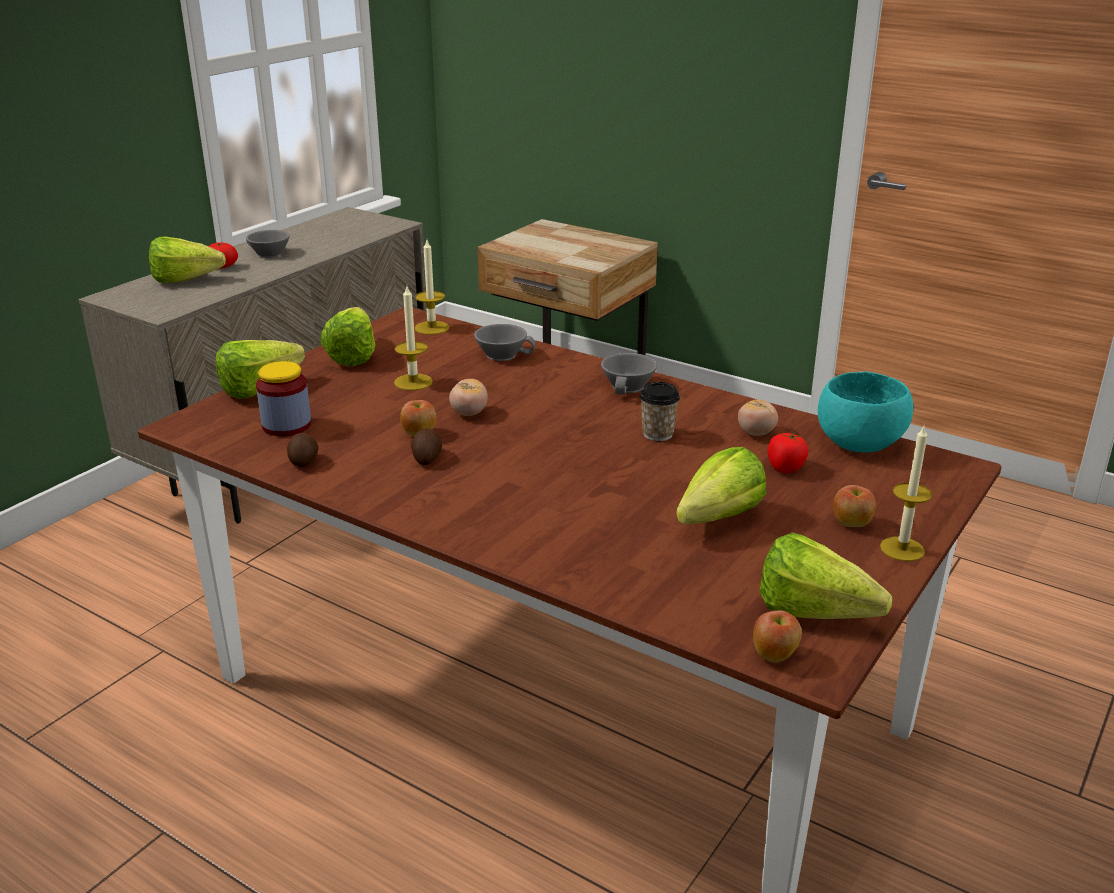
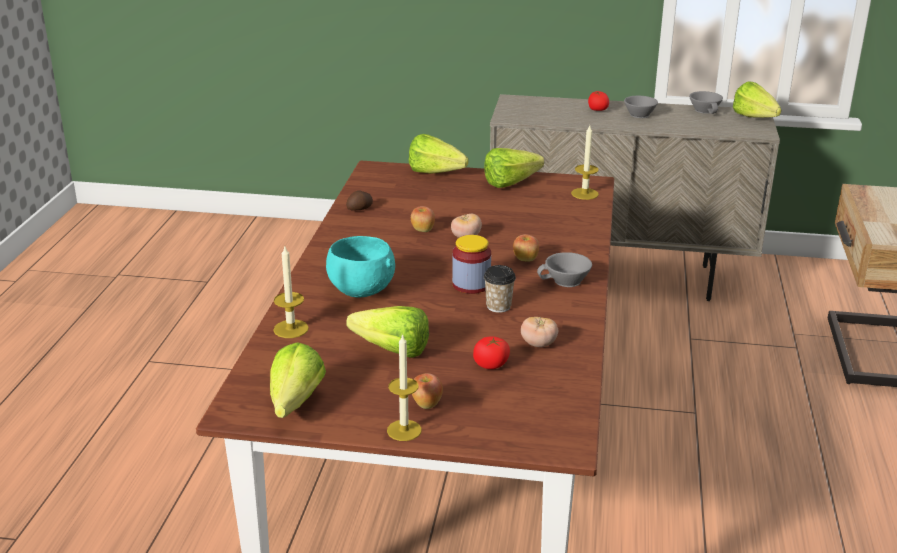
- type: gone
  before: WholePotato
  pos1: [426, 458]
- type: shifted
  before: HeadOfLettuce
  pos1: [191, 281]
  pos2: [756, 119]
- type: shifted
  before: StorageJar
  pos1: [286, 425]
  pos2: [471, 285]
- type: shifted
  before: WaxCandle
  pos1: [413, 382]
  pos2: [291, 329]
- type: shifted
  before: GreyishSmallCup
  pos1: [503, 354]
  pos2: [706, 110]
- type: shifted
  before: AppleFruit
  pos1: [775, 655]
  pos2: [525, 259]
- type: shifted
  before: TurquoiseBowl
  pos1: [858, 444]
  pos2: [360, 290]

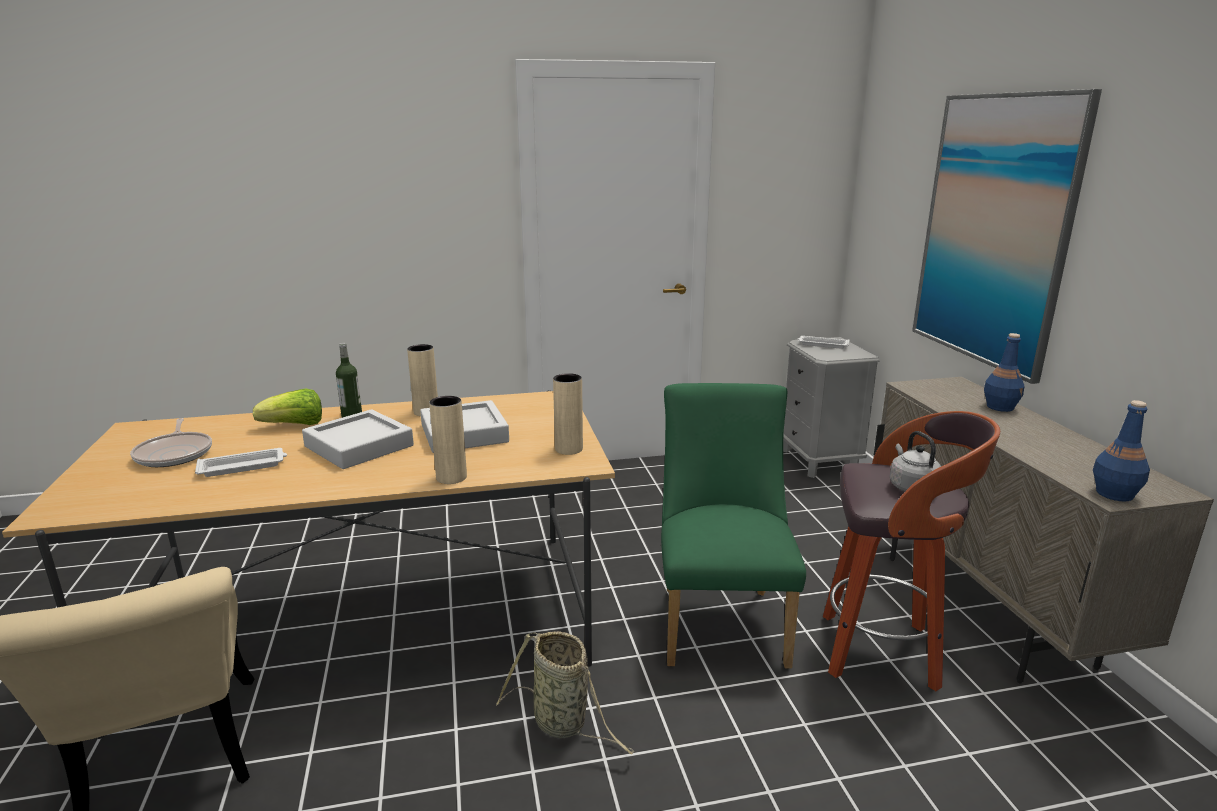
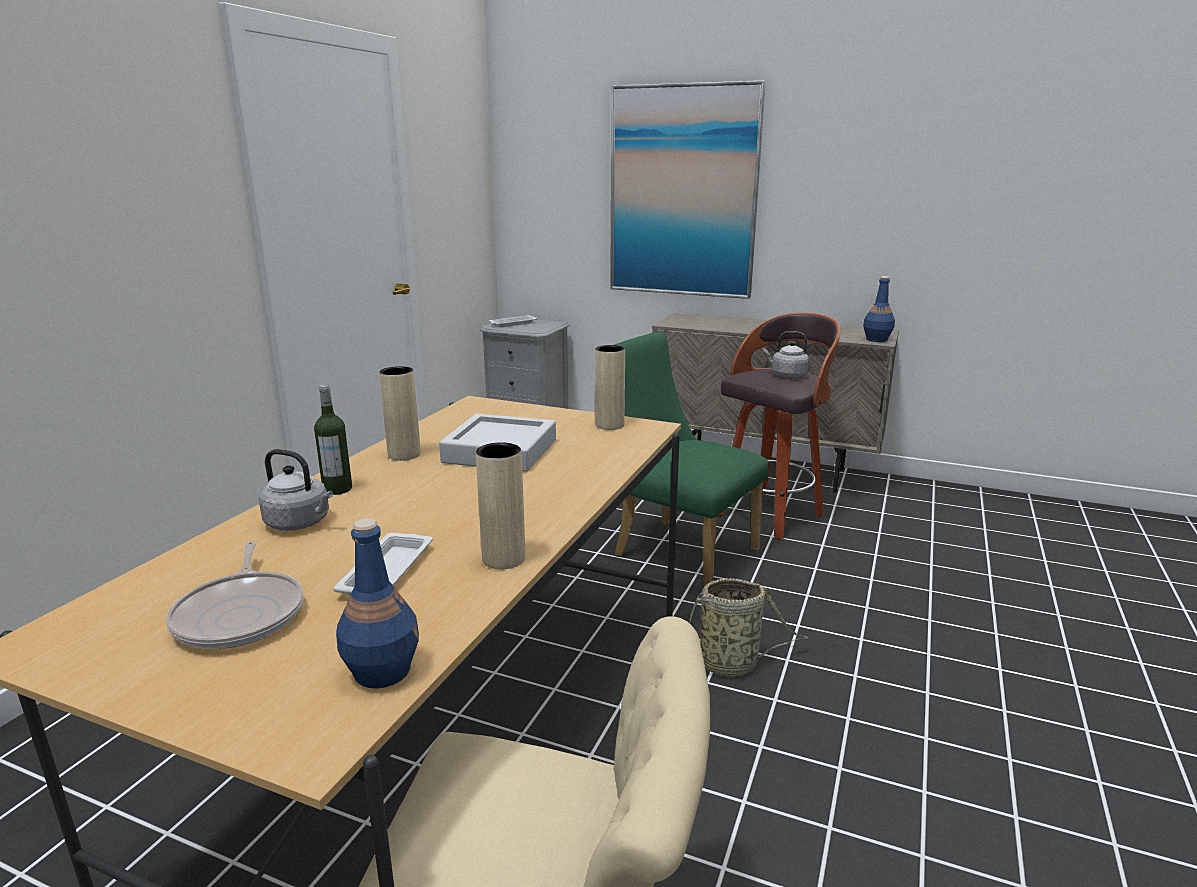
- type: gone
  before: GreyishCarryingTray
  pos1: [359, 446]
- type: shifted
  before: BeigeFlowerVase
  pos1: [451, 477]
  pos2: [503, 559]
- type: shifted
  before: BlueColouredBottle
  pos1: [1000, 407]
  pos2: [382, 671]
- type: swapped
  before: HeadOfLettuce
  after: GreyishWaterKettle
  pos1: [295, 425]
  pos2: [300, 523]
- type: rotated
  before: Skillet
  pos1: [175, 453]
  pos2: [241, 614]
  turn: 60

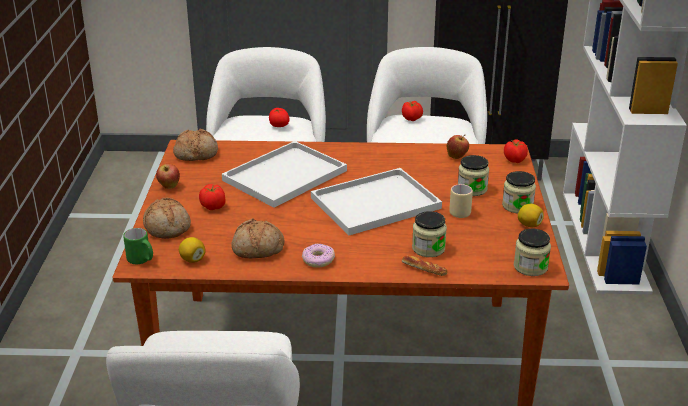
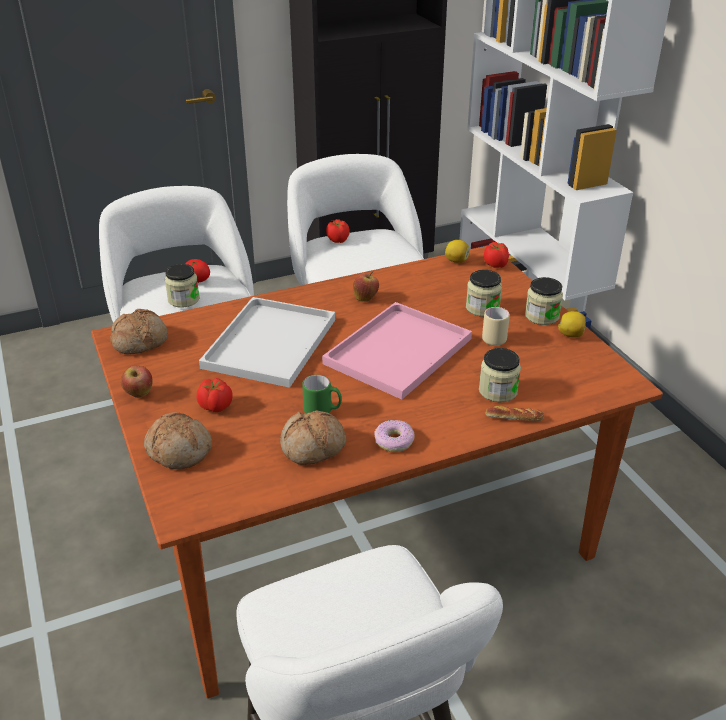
- type: shifted
  before: GreenishMug
  pos1: [141, 260]
  pos2: [322, 411]
- type: shifted
  before: WholeLemon
  pos1: [192, 259]
  pos2: [456, 261]
- type: shifted
  before: AppleFruit
  pos1: [457, 156]
  pos2: [366, 298]
- type: shifted
  before: StorageJar
  pos1: [530, 267]
  pos2: [183, 299]
- type: repainted
  before: WhitishCarryingTray
  after: PinkColouredCarryingTray
  pos1: [377, 202]
  pos2: [398, 349]

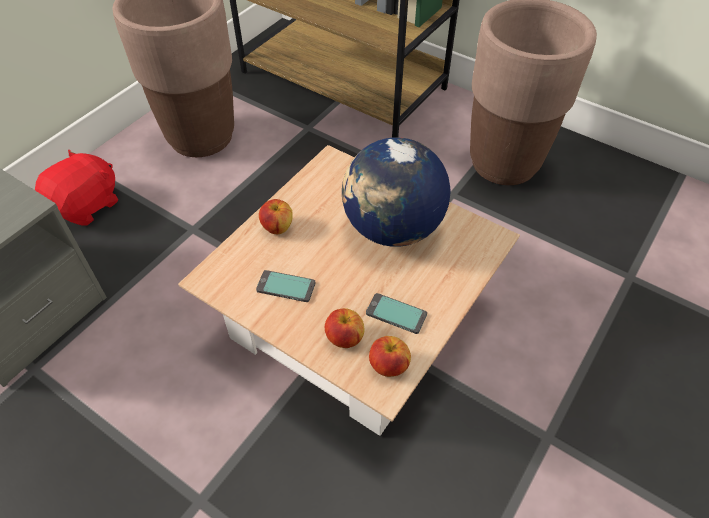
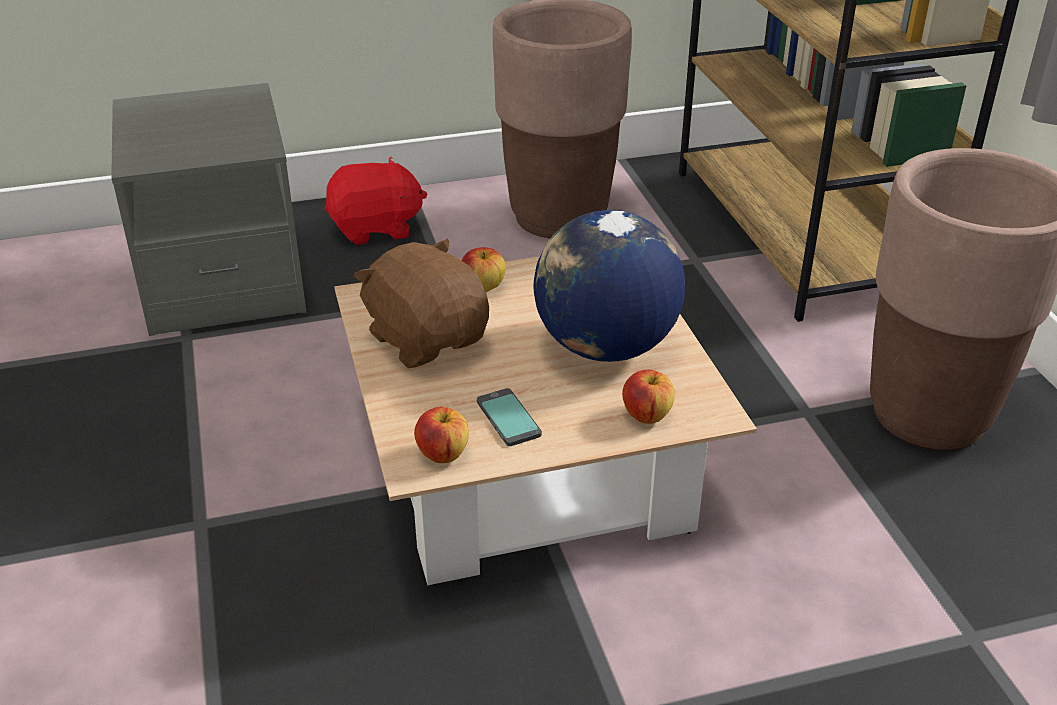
- type: shifted
  before: AppleFruit
  pos1: [344, 338]
  pos2: [646, 415]
- type: swapped
  before: Phone
  after: BrownSoftToy
  pos1: [286, 287]
  pos2: [427, 339]

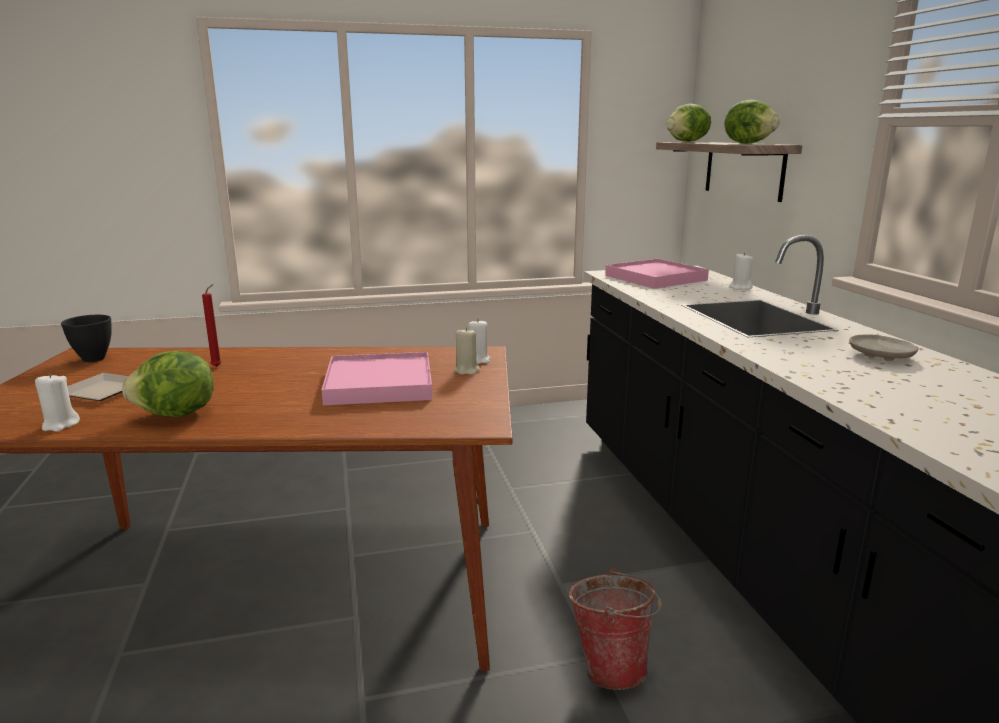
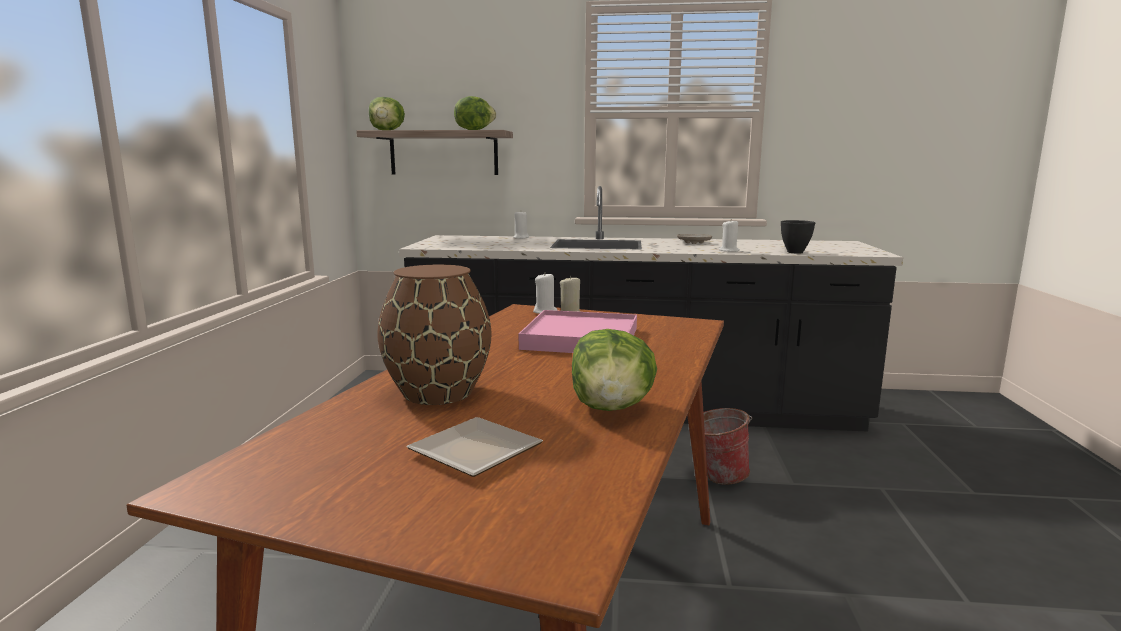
- type: gone
  before: PinkColouredCarryingTray
  pos1: [655, 278]
- type: shifted
  before: WhitishWaxCandle
  pos1: [60, 425]
  pos2: [729, 251]
- type: shifted
  before: BlackBowl
  pos1: [94, 359]
  pos2: [795, 252]
- type: swapped
  before: ReddishWaxCandle
  after: BrownFlowerVase
  pos1: [218, 366]
  pos2: [438, 392]

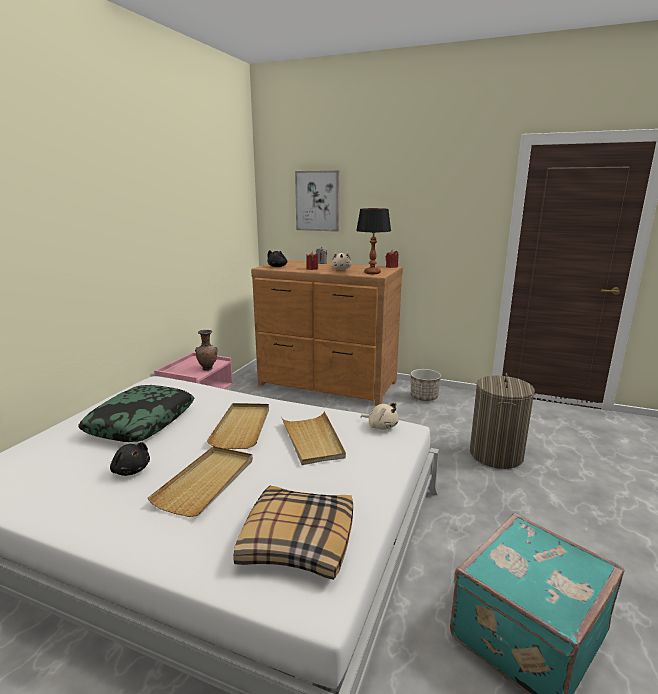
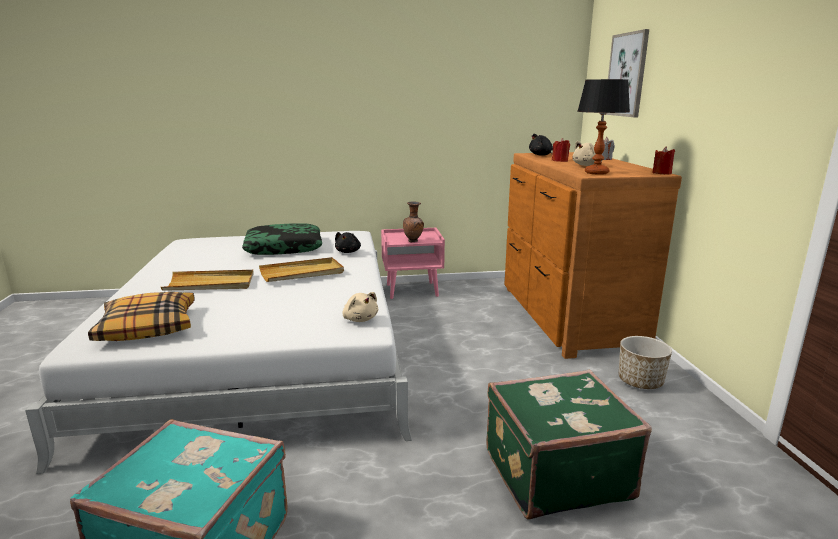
- type: gone
  before: BeigeCarryingTray
  pos1: [312, 440]
- type: shifted
  before: BlackSoftToy
  pos1: [131, 470]
  pos2: [348, 252]
- type: swapped
  before: WashingBasket
  after: GreenishTravelCase
  pos1: [496, 455]
  pos2: [554, 472]
- type: rotated
  before: BeigeSoftToy
  pos1: [381, 426]
  pos2: [360, 319]
  turn: -45

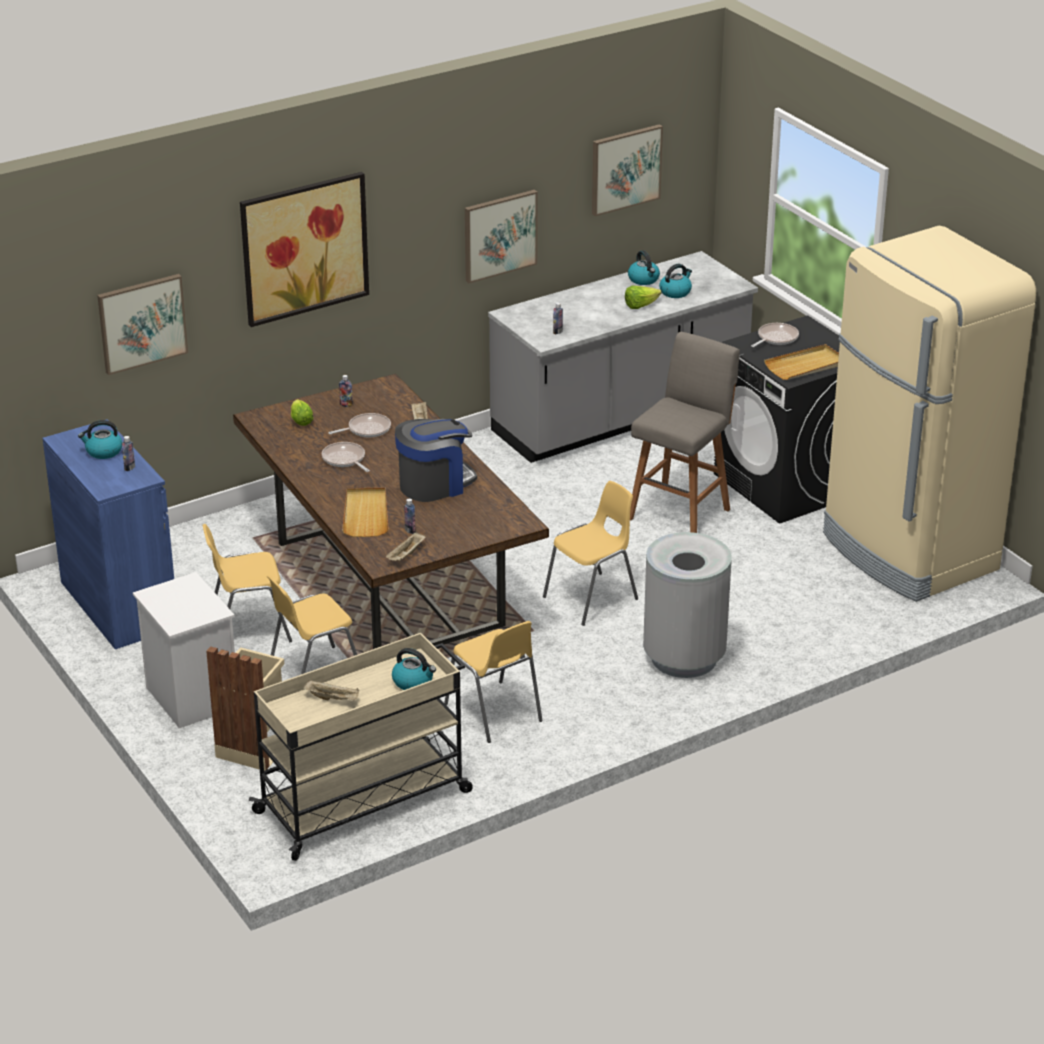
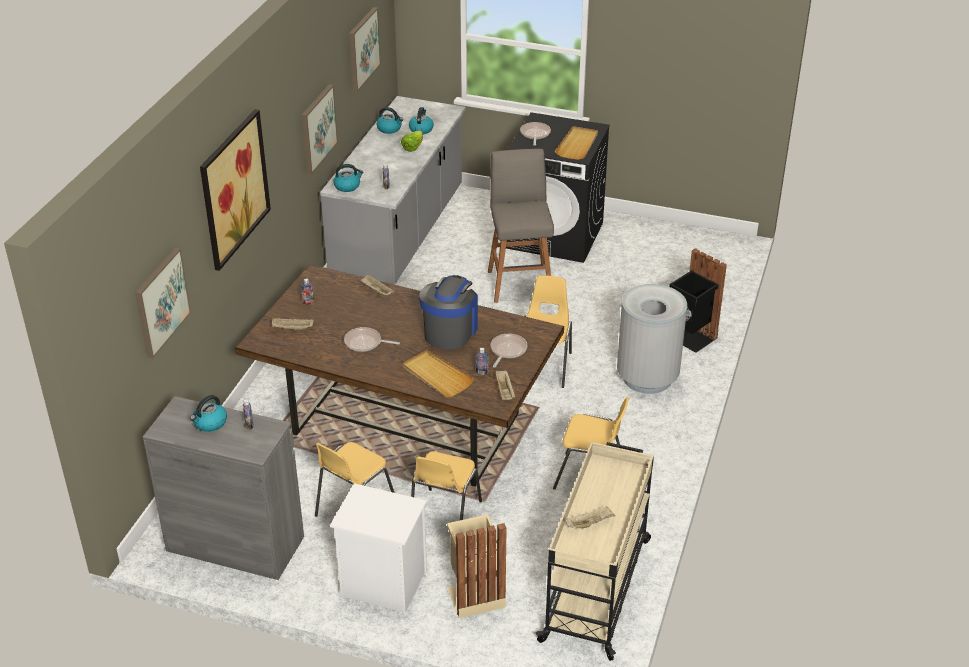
- type: gone
  before: BeigeKitchenFridge
  pos1: [908, 553]
- type: new
  after: BlackRubbishBin
  pos2: [690, 338]
- type: shifted
  before: Skillet
  pos1: [366, 429]
  pos2: [507, 350]
- type: shifted
  before: WaterKettle
  pos1: [413, 682]
  pos2: [347, 186]
- type: swapped
  before: HeadOfLettuce
  after: BeigeCarryingTray
  pos1: [300, 420]
  pos2: [292, 329]
- type: repainted
  before: BlueColouredCupboard
  after: GreyishCupboard
  pos1: [119, 605]
  pos2: [235, 543]

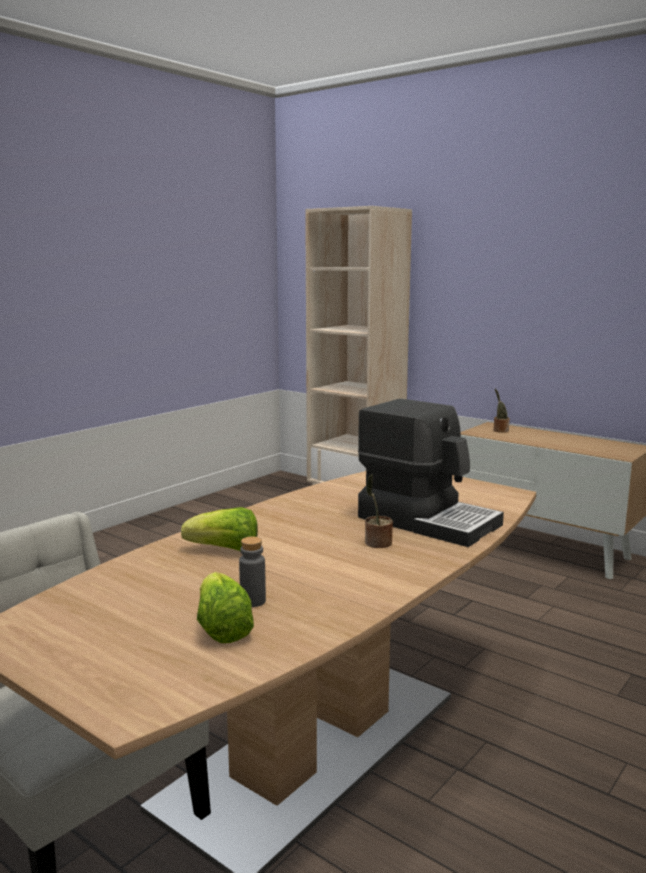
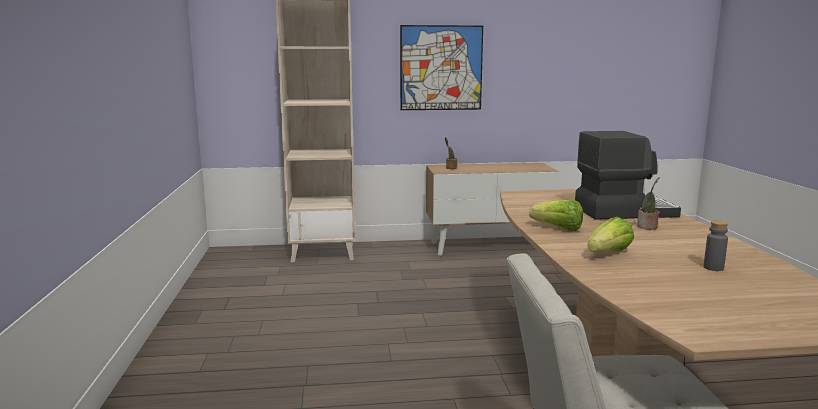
- type: new
  after: Picture
  pos2: [441, 68]
- type: shifted
  before: HeadOfLettuce
  pos1: [222, 628]
  pos2: [558, 229]

